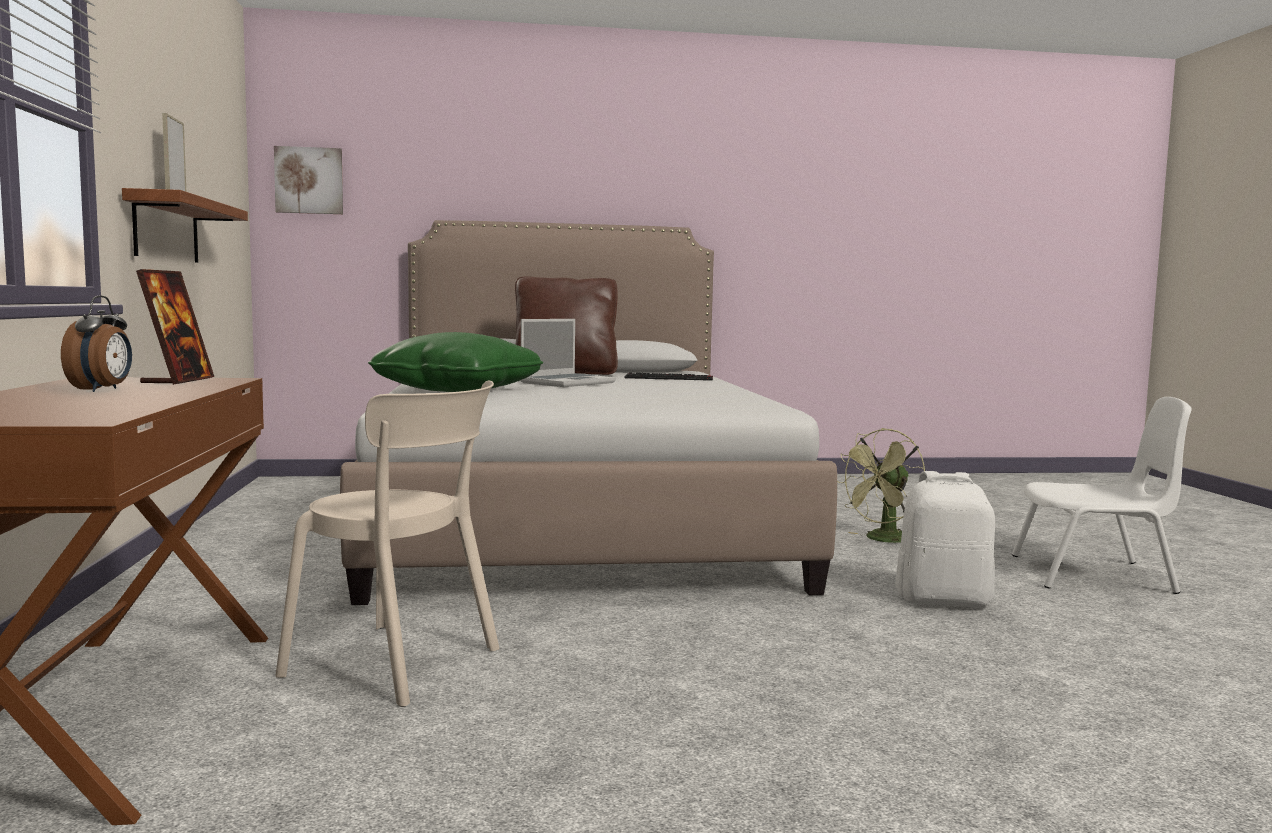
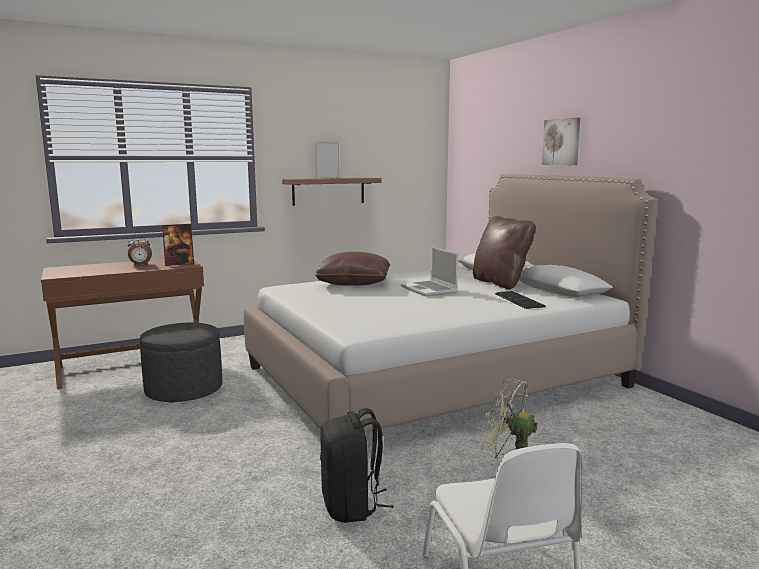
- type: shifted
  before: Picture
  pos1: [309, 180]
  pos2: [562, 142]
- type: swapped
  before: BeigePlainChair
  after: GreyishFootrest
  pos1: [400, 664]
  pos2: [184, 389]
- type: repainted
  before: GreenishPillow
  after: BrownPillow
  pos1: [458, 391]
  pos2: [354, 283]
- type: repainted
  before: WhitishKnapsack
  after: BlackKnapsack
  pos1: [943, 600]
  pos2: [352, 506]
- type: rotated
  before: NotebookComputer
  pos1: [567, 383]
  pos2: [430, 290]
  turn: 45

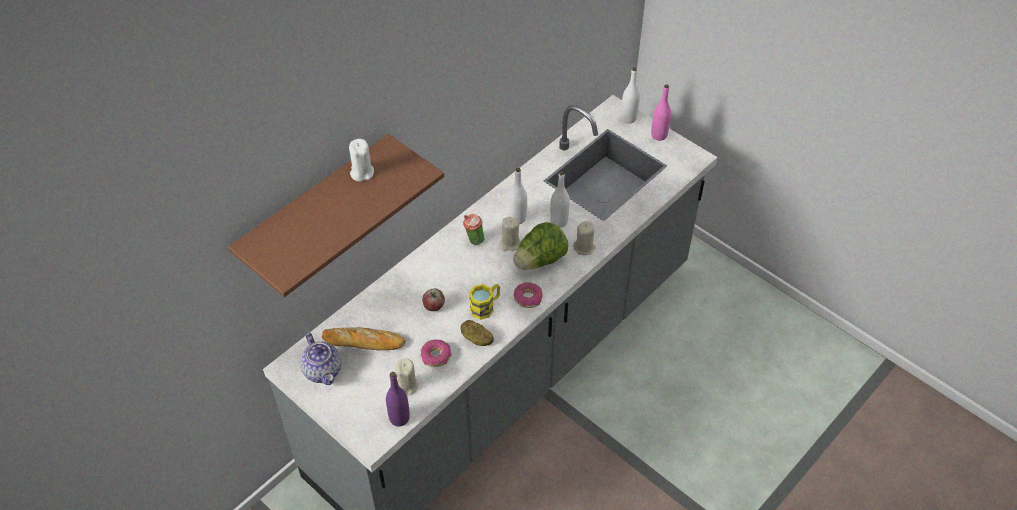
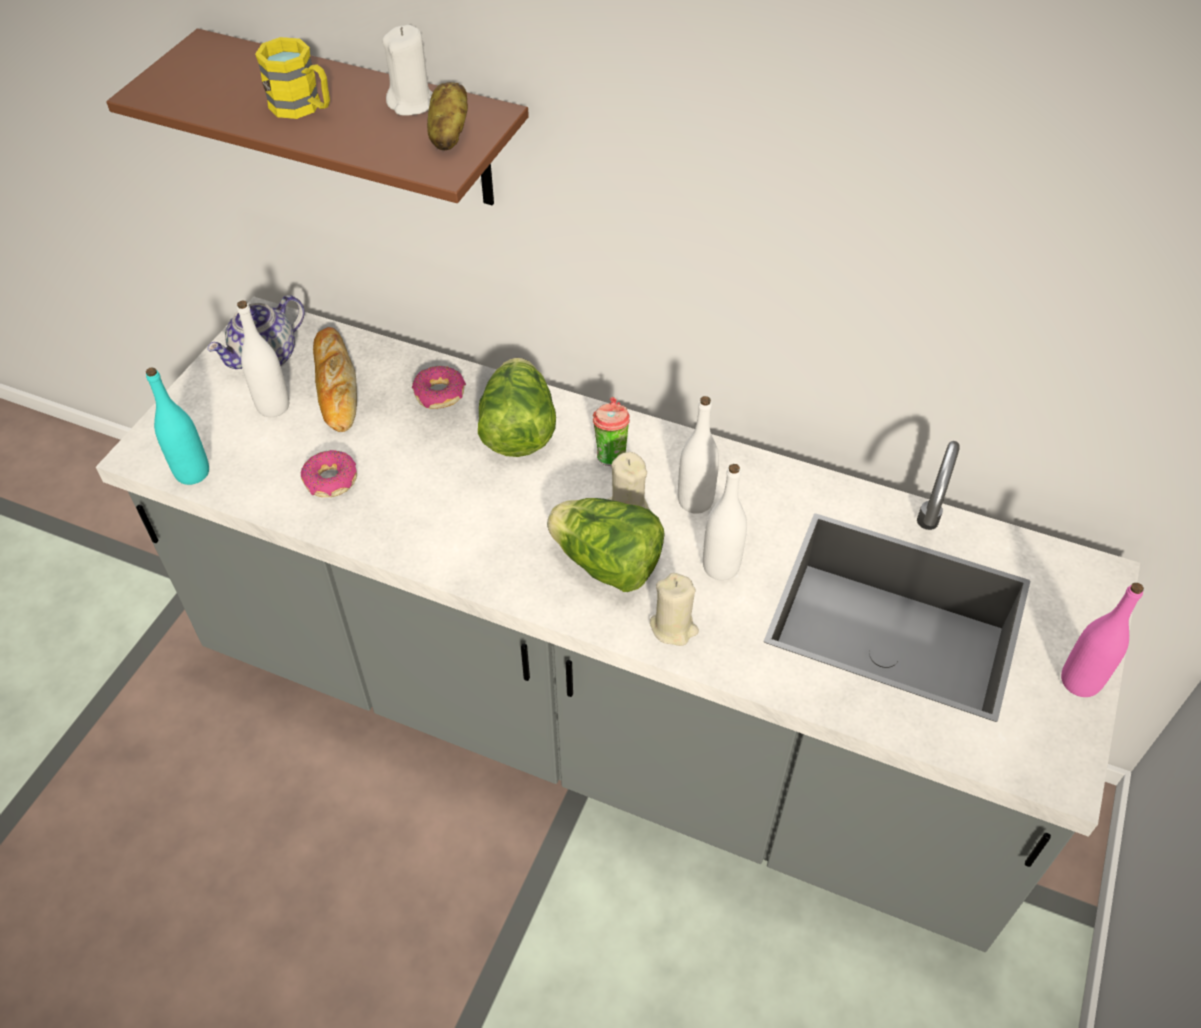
- type: gone
  before: BeigeWaxCandle
  pos1: [406, 385]
- type: gone
  before: AppleFruit
  pos1: [434, 306]
- type: new
  after: HeadOfLettuce
  pos2: [517, 430]
- type: shifted
  before: WholePotato
  pos1: [476, 339]
  pos2: [448, 135]
- type: shifted
  before: YellowishMug
  pos1: [485, 307]
  pos2: [303, 108]
- type: shifted
  before: Doughnut
  pos1: [528, 298]
  pos2: [440, 394]
- type: shifted
  before: WhitishBottle
  pos1: [628, 118]
  pos2: [273, 406]
- type: repainted
  before: PurpleColouredBottle
  after: TurquoiseBottle
  pos1: [399, 418]
  pos2: [192, 473]

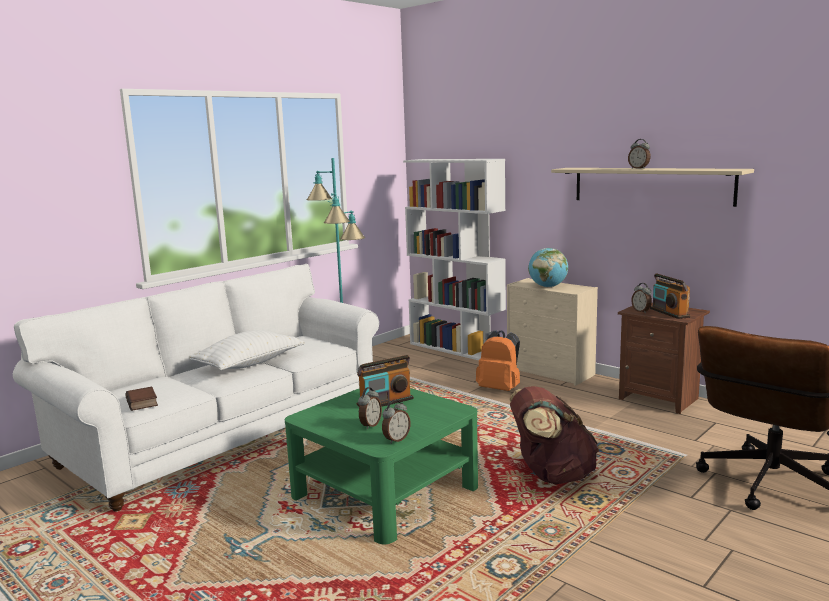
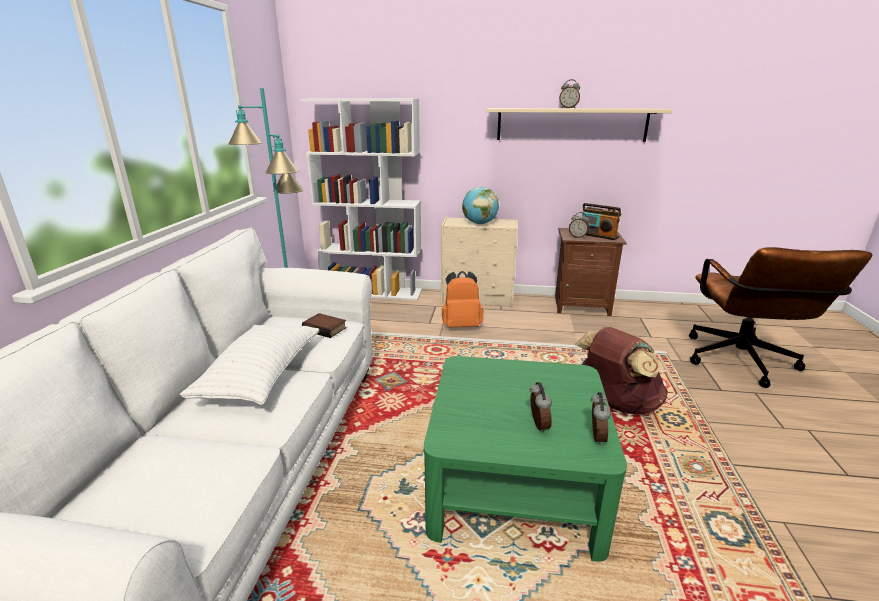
- type: gone
  before: RadioReceiver
  pos1: [385, 402]
- type: shifted
  before: BoundBook
  pos1: [143, 402]
  pos2: [326, 329]

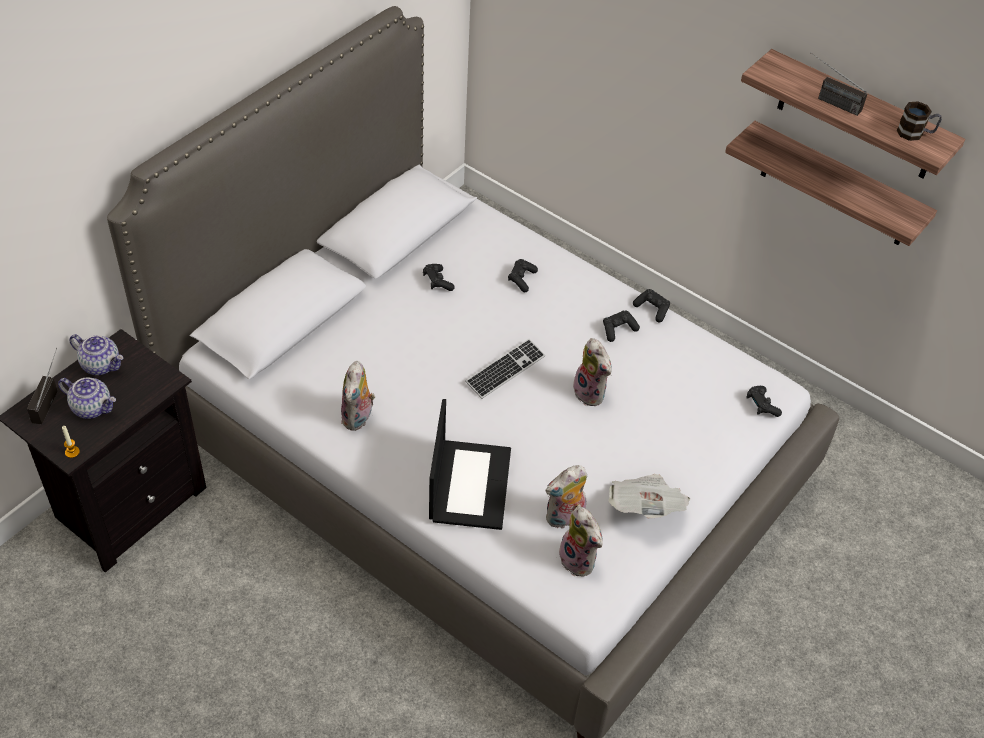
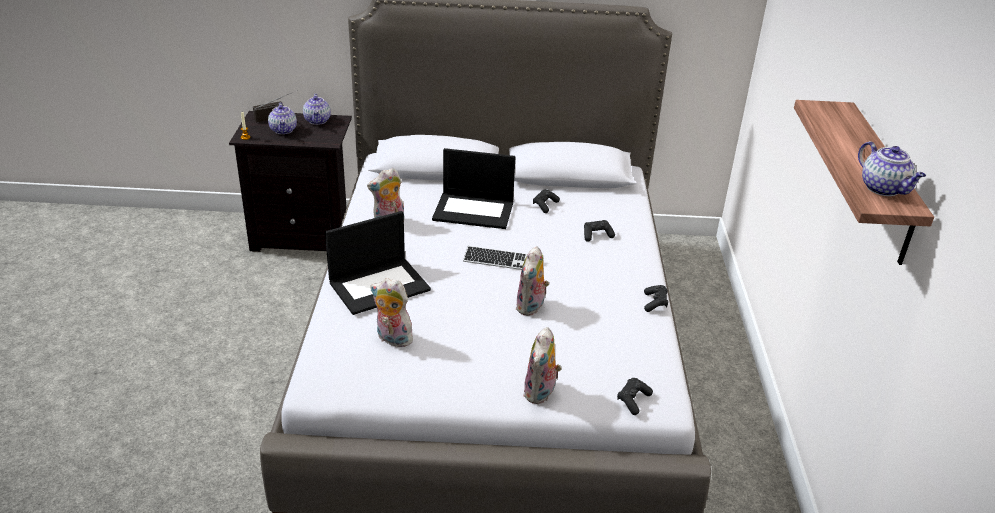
- type: gone
  before: BlackGamepad
  pos1: [618, 330]
- type: gone
  before: DailyPaper
  pos1: [645, 508]
- type: gone
  before: BracketShelf
  pos1: [835, 186]
- type: gone
  before: RadioReceiver
  pos1: [828, 100]
- type: new
  after: NotebookComputer
  pos2: [474, 210]
- type: shifted
  before: SoftToy
  pos1: [580, 560]
  pos2: [541, 393]
- type: swapped
  before: Mug
  after: PotForTea
  pos1: [915, 133]
  pos2: [884, 189]

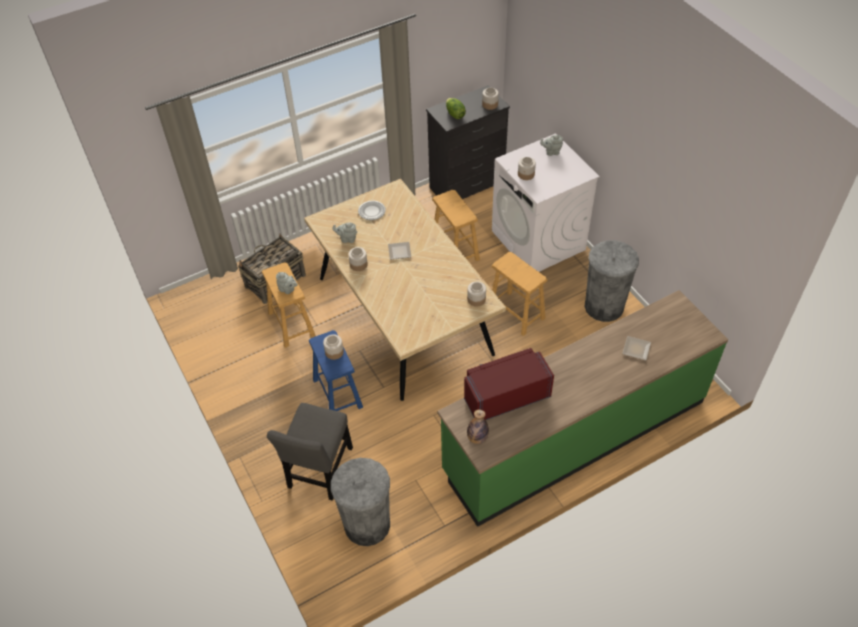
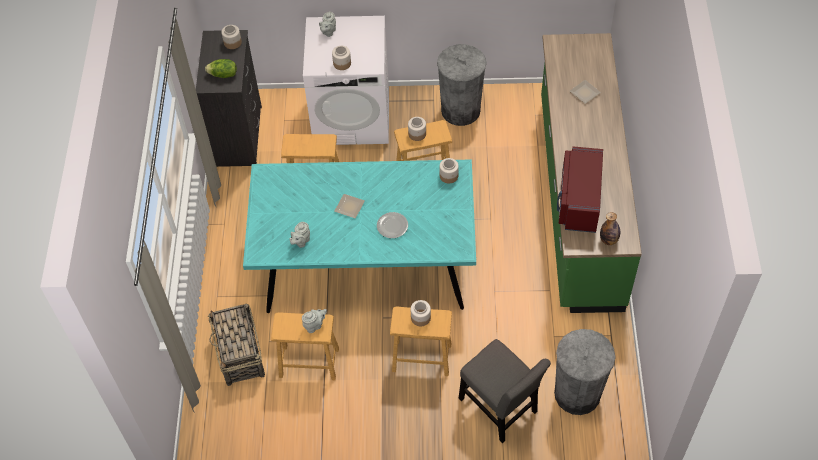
- type: shifted
  before: StorageJar
  pos1: [358, 264]
  pos2: [417, 134]
- type: shifted
  before: DinnerPlate
  pos1: [372, 211]
  pos2: [392, 226]
- type: repainted
  before: BeigeDiningTable
  after: TurquoiseDiningTable
  pos1: [405, 316]
  pos2: [366, 262]
- type: repainted
  before: BlueColouredStool
  after: BrownStool
  pos1: [337, 394]
  pos2: [421, 357]

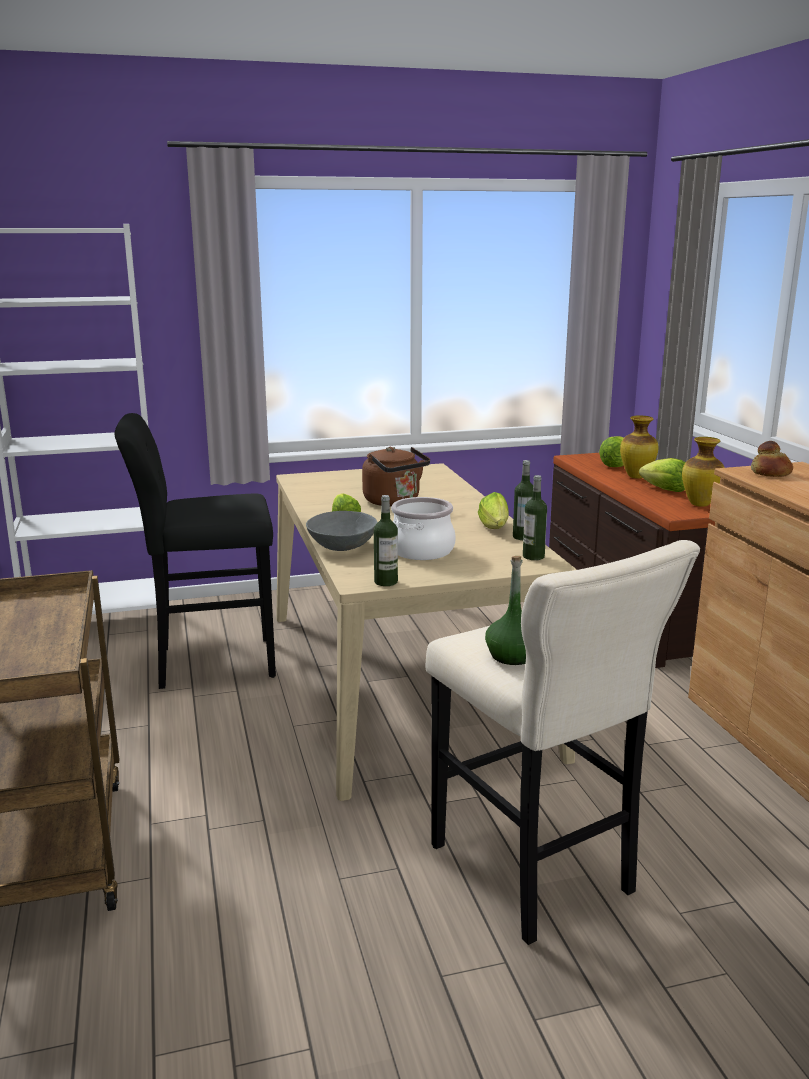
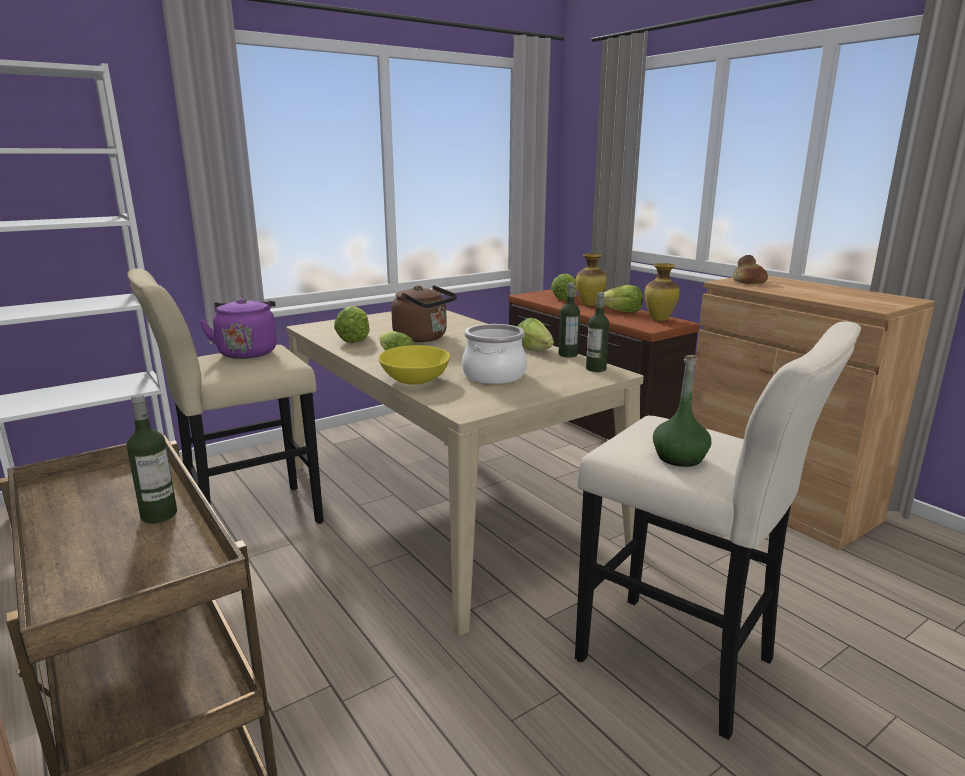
- type: new
  after: PurpleColouredWaterKettle
  pos2: [247, 352]
- type: new
  after: HeadOfLettuce
  pos2: [355, 339]
- type: shifted
  before: Bottle
  pos1: [386, 582]
  pos2: [159, 515]
- type: repainted
  before: BlackStool
  after: BeigeStool
  pos1: [208, 663]
  pos2: [246, 520]
- type: repainted
  before: GreyishBowl
  after: YellowishBowl
  pos1: [341, 546]
  pos2: [414, 380]

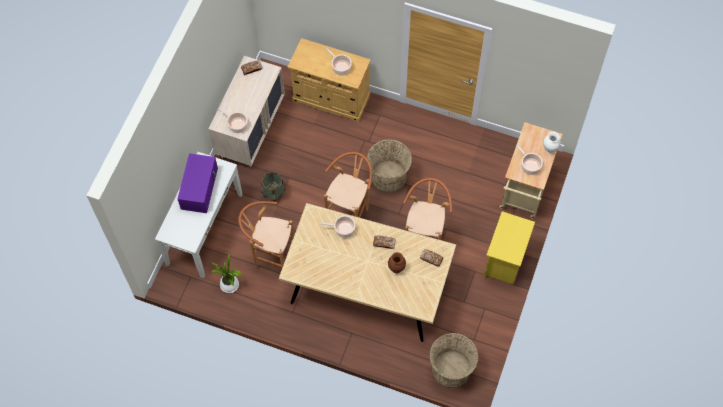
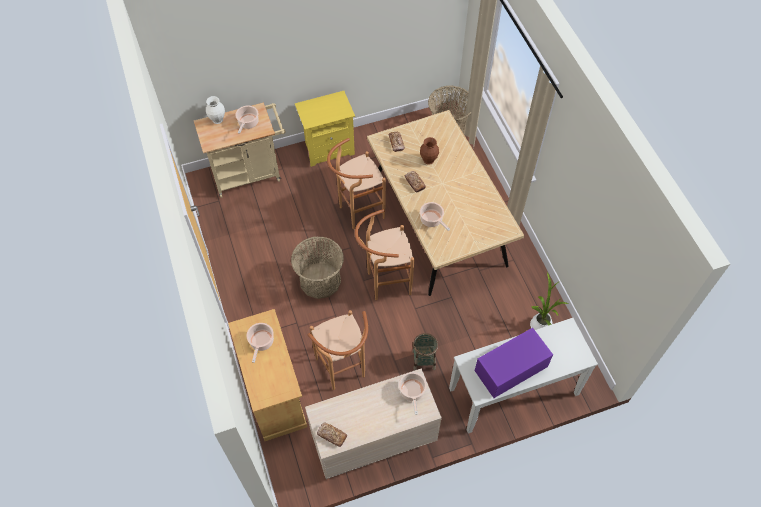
- type: shifted
  before: BrownStool
  pos1: [271, 258]
  pos2: [343, 371]

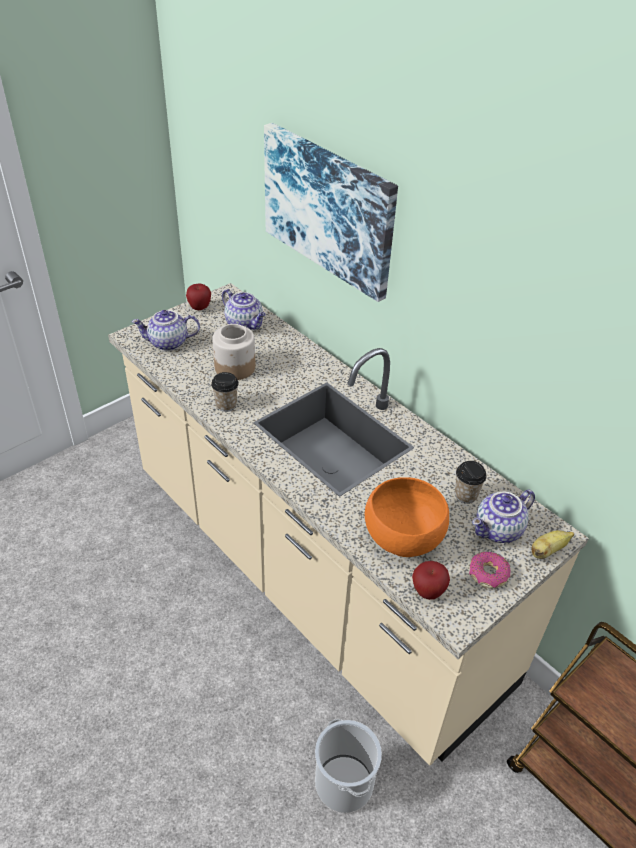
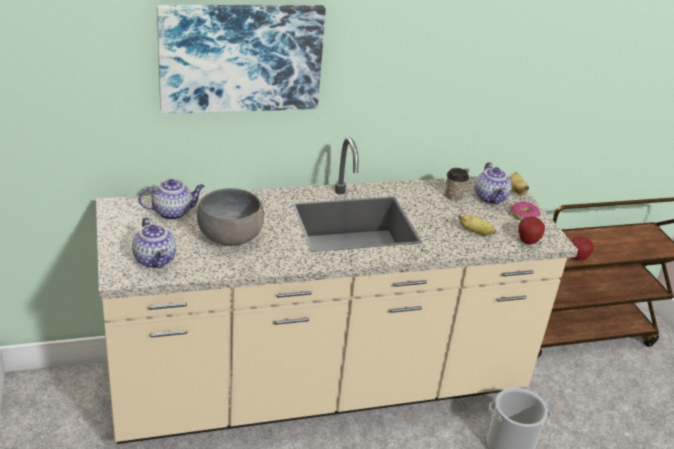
- type: gone
  before: SmallCup
  pos1: [226, 405]
- type: shifted
  before: AppleFruit
  pos1: [199, 308]
  pos2: [578, 258]
- type: swapped
  before: StorageJar
  after: GreyishBowl
  pos1: [234, 368]
  pos2: [230, 237]
- type: swapped
  before: OrangeColouredBowl
  after: BananaFruit
  pos1: [402, 536]
  pos2: [476, 232]
- type: rotated
  before: PotForTea
  pos1: [168, 343]
  pos2: [156, 260]
  turn: -45

